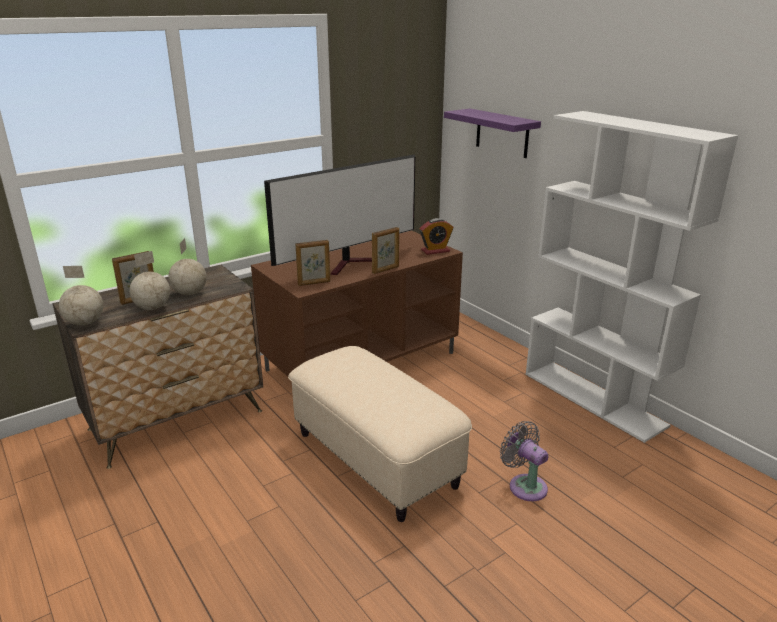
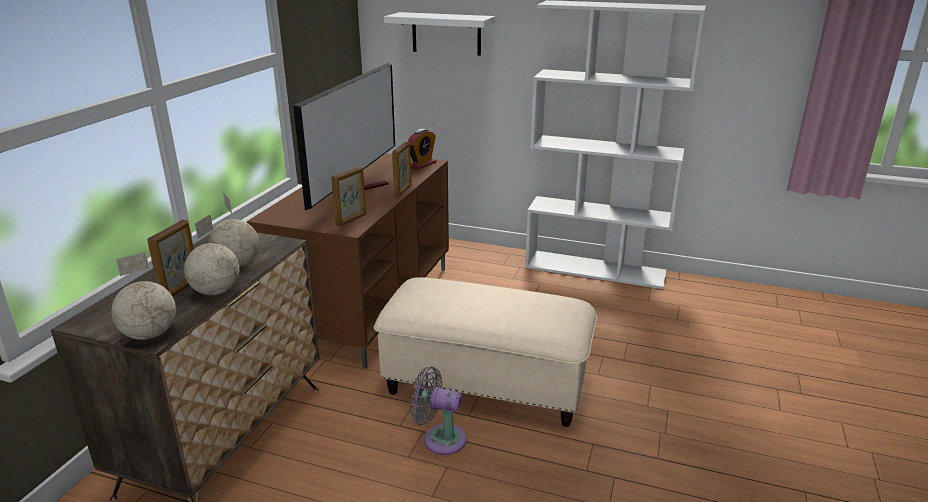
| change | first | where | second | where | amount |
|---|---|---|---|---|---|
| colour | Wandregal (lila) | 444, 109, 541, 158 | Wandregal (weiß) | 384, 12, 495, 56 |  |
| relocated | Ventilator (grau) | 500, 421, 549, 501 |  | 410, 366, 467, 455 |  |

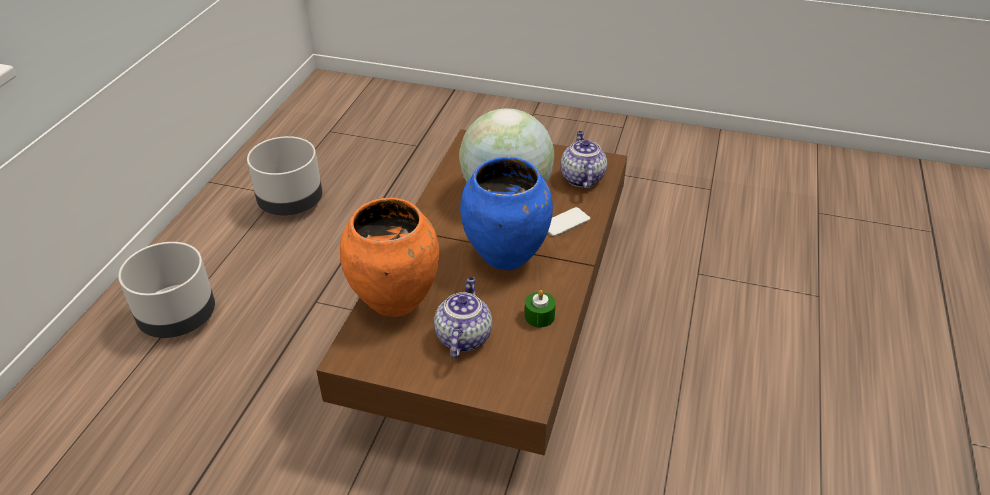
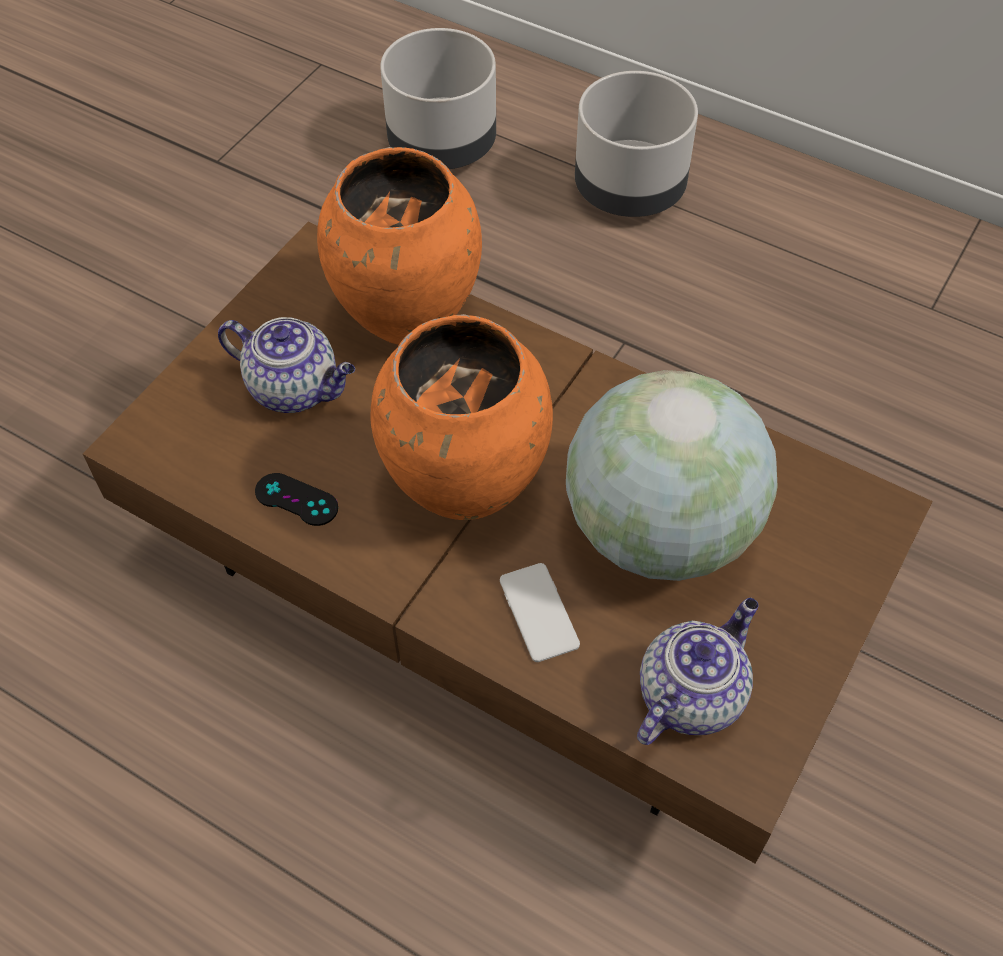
| change | first | where | second | where | amount |
|---|---|---|---|---|---|
| spun | Teekanne | 561, 131, 607, 189 |  | 637, 598, 758, 745 | 60 degrees counterclockwise |
| relocated | Pflanzkübel (grau) | 247, 136, 322, 216 |  | 380, 28, 496, 169 |  |
| colour | Vase (blau) | 460, 157, 553, 270 | Vase (orange) | 371, 314, 553, 520 |  |
| exchanged | Kerze (grün) | 525, 290, 556, 328 | Gamepad (schwarz) | 255, 473, 338, 526 |  |

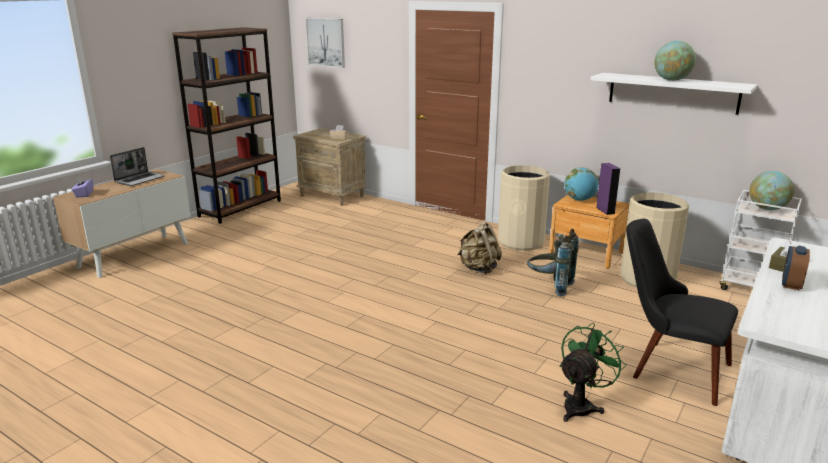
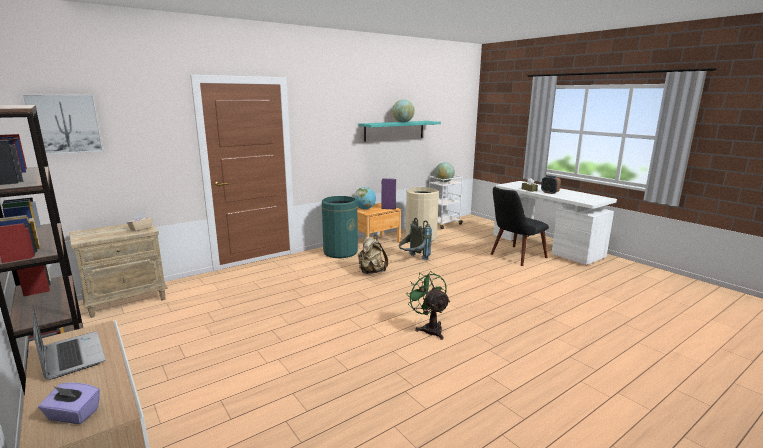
| change | first | where | second | where | amount |
|---|---|---|---|---|---|
| colour | Wandregal (weiß) | 591, 73, 757, 115 | Wandregal (türkis) | 358, 121, 441, 142 |  |
| colour | Mülleimer (beige) | 498, 165, 550, 251 | Mülleimer (grün) | 322, 196, 358, 258 |  |
| relocated | Ventilator (grün) | 560, 323, 626, 422 |  | 406, 271, 450, 340 |  |

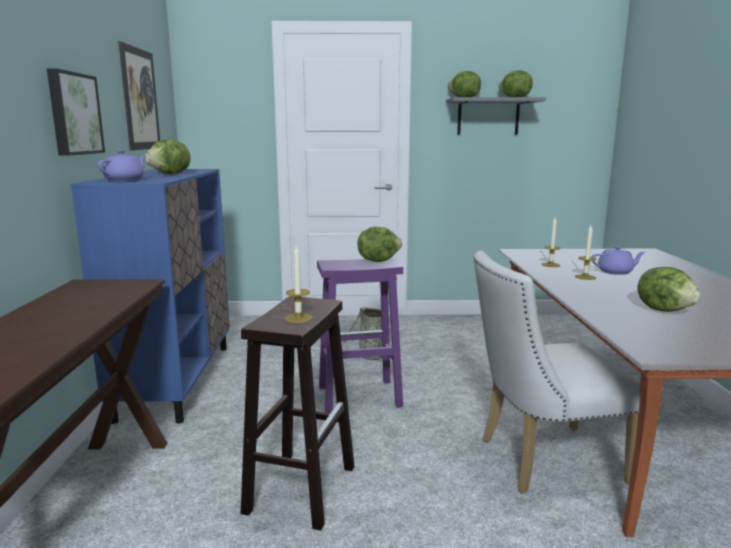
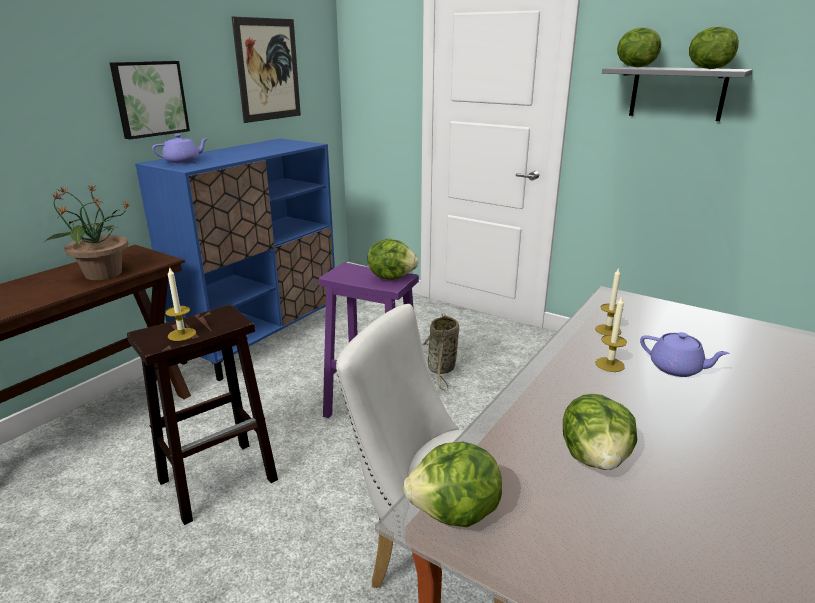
| change | first | where | second | where | amount |
|---|---|---|---|---|---|
| relocated | Salatkopf | 144, 139, 191, 174 |  | 403, 442, 502, 527 |  |
| appeared |  |  | Topfpflanze | 45, 184, 130, 280 |  |

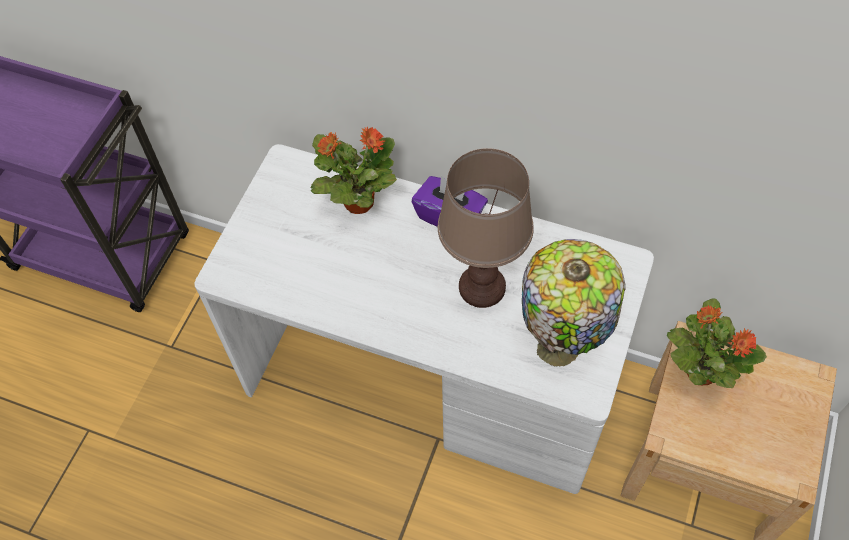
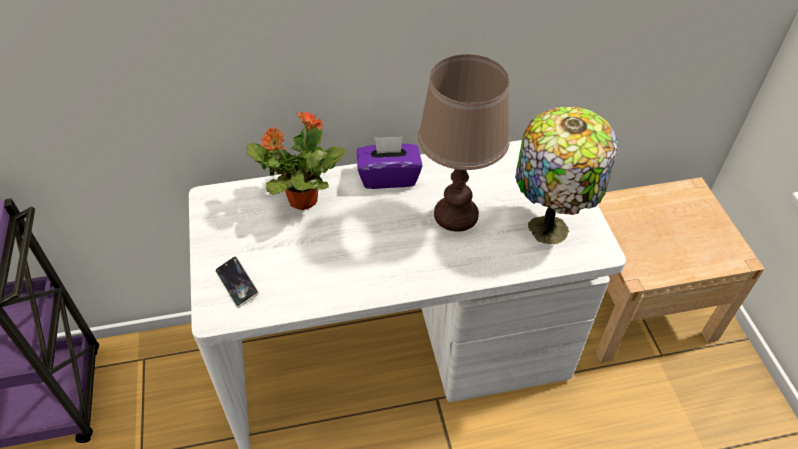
| change | first | where | second | where | amount |
|---|---|---|---|---|---|
| missing | Topfpflanze | 667, 299, 767, 388 |  |  |  |
| appeared |  |  | Handy | 215, 256, 259, 307 |  |

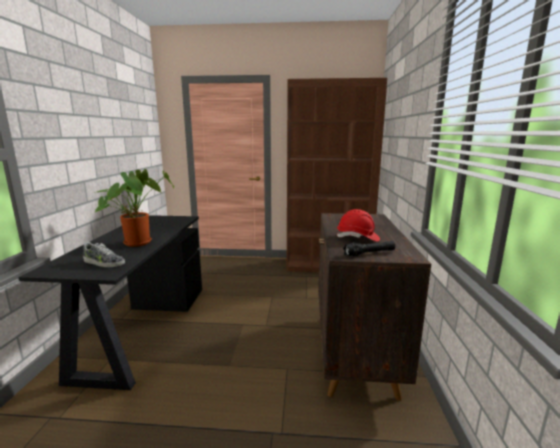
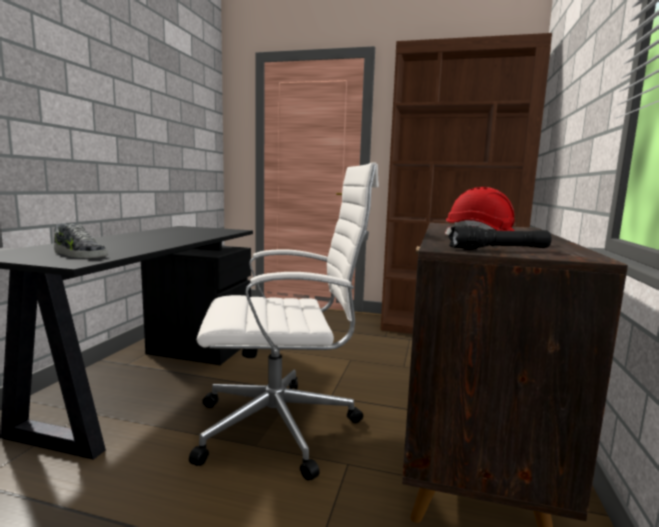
| change | first | where | second | where | amount |
|---|---|---|---|---|---|
| missing | Topfpflanze | 94, 169, 174, 247 |  |  |  |
| appeared |  |  | Bürostuhl (weiß) | 189, 162, 379, 481 |  |

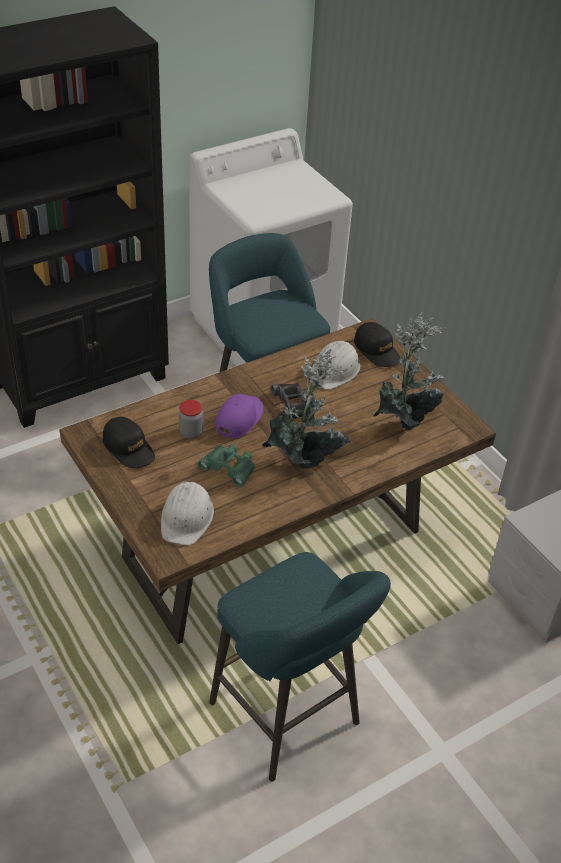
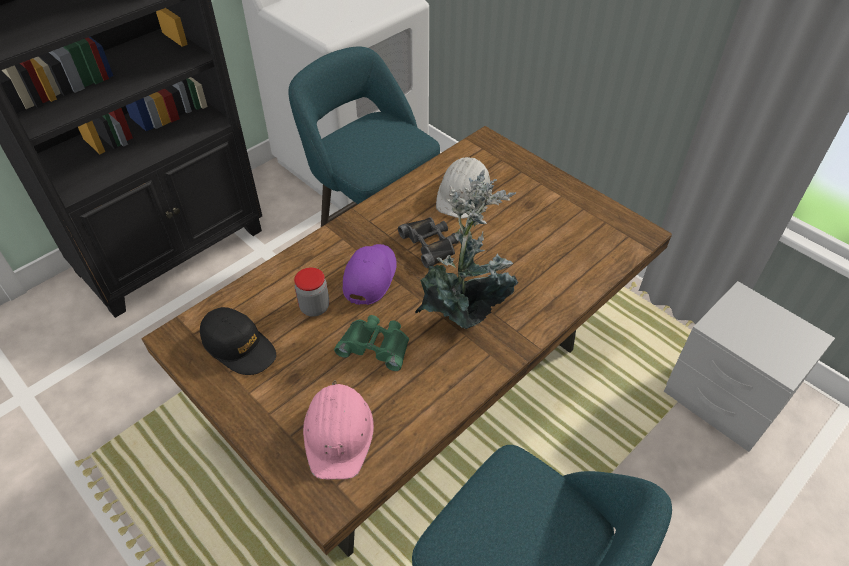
| change | first | where | second | where | amount |
|---|---|---|---|---|---|
| missing | Topfpflanze | 373, 312, 446, 431 |  |  |  |
| missing | Kappe (schwarz) | 354, 322, 401, 367 |  |  |  |
| colour | Schutzhelm (weiß) | 161, 482, 214, 545 | Schutzhelm (rosa) | 303, 380, 374, 480 |  |

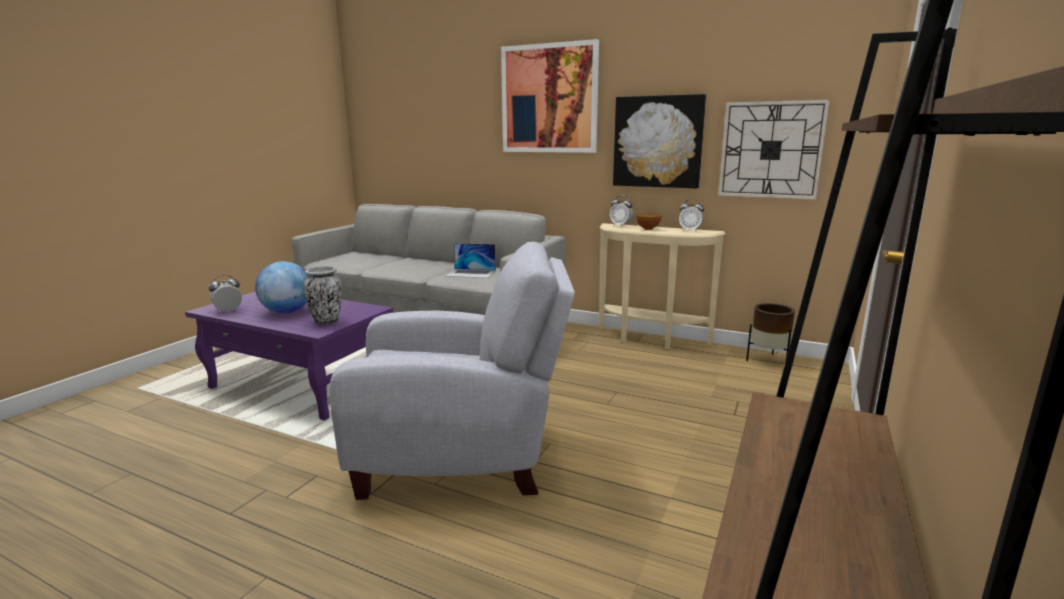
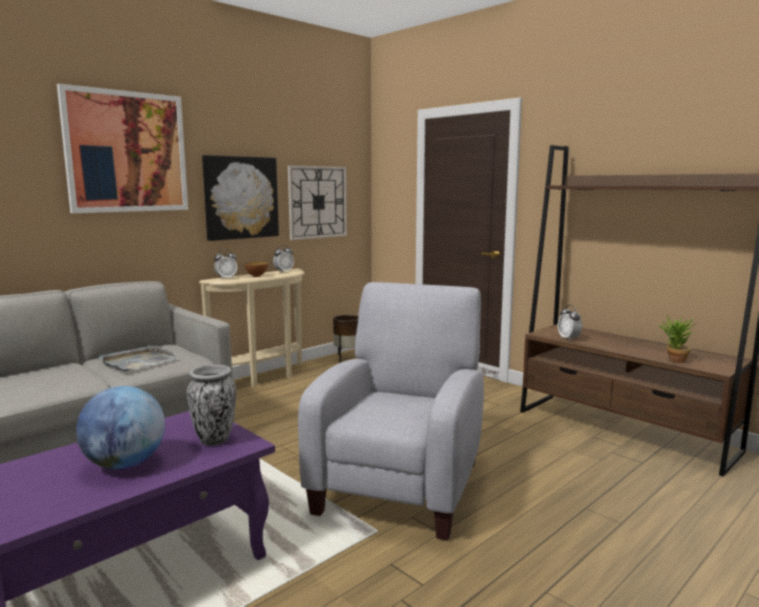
| change | first | where | second | where | amount |
|---|---|---|---|---|---|
| exchanged | Laptop | 446, 243, 496, 278 | Tablett (grau) | 98, 346, 179, 372 |  |
| relocated | Wecker | 208, 275, 242, 312 |  | 558, 305, 582, 341 |  |
| appeared |  |  | Topfpflanze | 658, 315, 697, 363 |  |

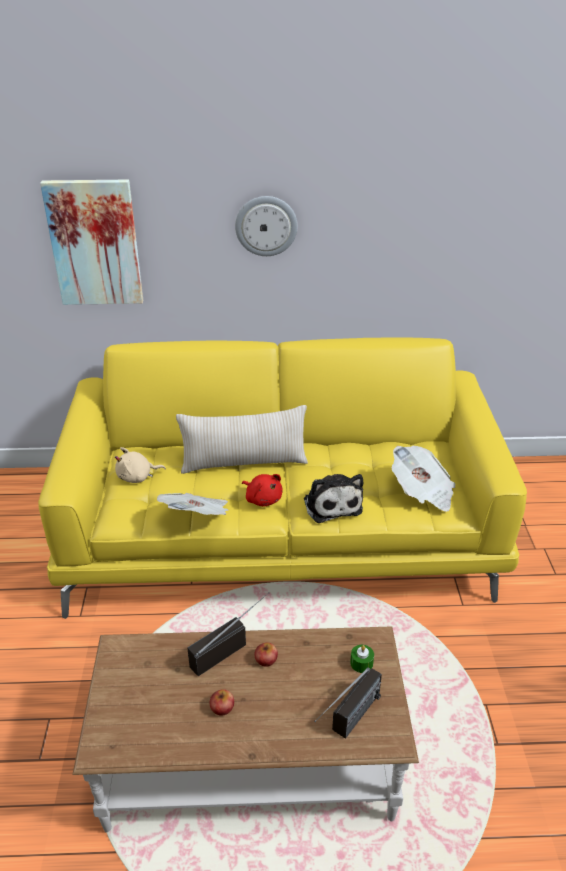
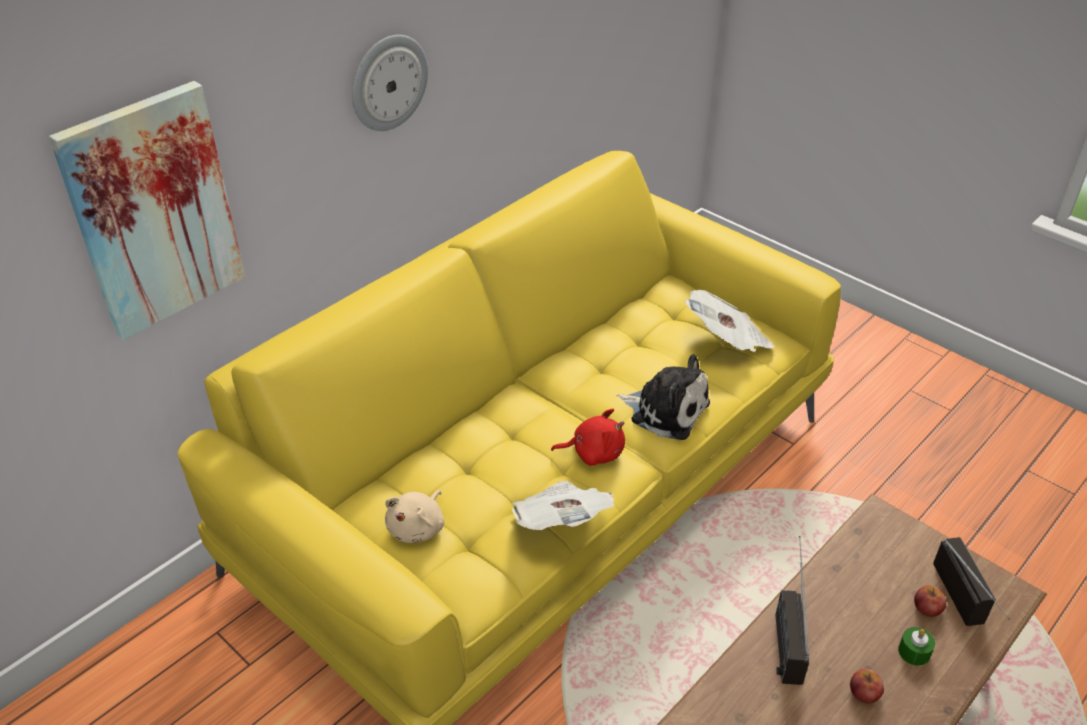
| change | first | where | second | where | amount |
|---|---|---|---|---|---|
| missing | Kissen (beige) | 176, 405, 308, 474 |  |  |  |
| relocated | Apfel | 254, 643, 278, 667 |  | 914, 585, 946, 617 |  |
| relocated | Kerze (grün) | 350, 645, 374, 673 |  | 898, 627, 935, 666 |  |

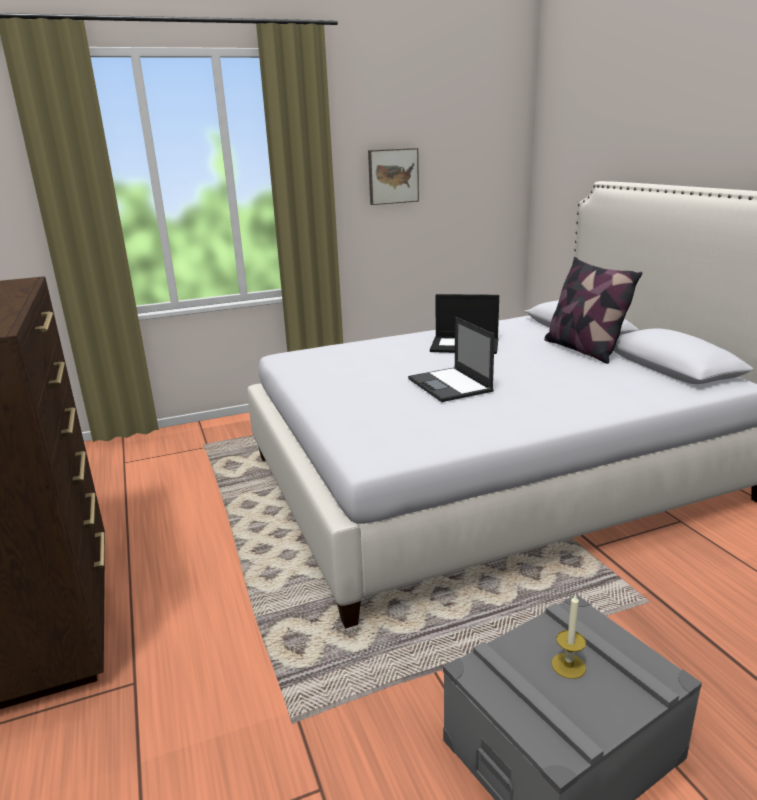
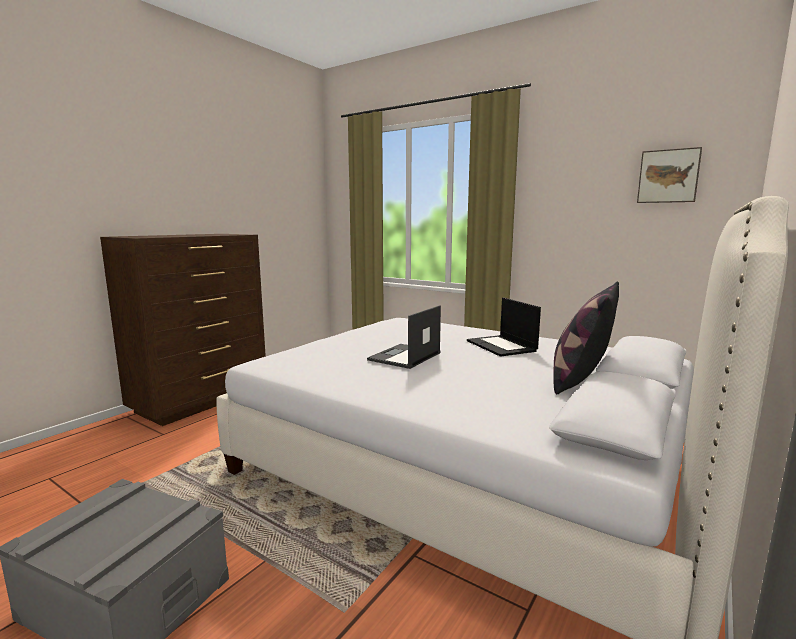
| change | first | where | second | where | amount |
|---|---|---|---|---|---|
| relocated | Bild | 368, 148, 419, 205 |  | 637, 147, 702, 203 |  |
| missing | Kerze | 552, 593, 586, 679 |  |  |  |

